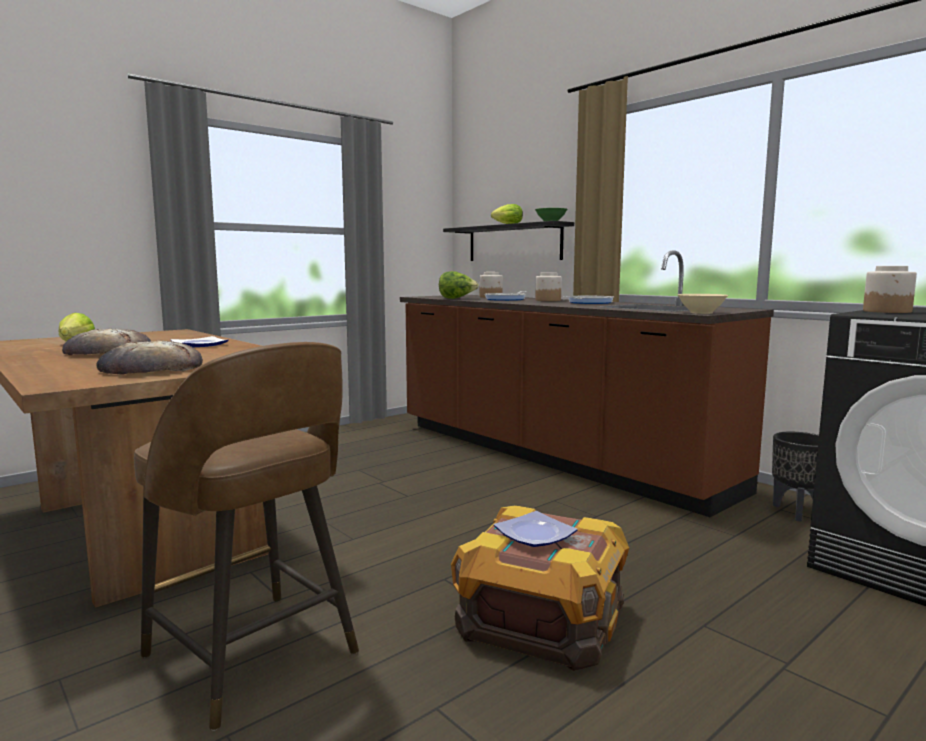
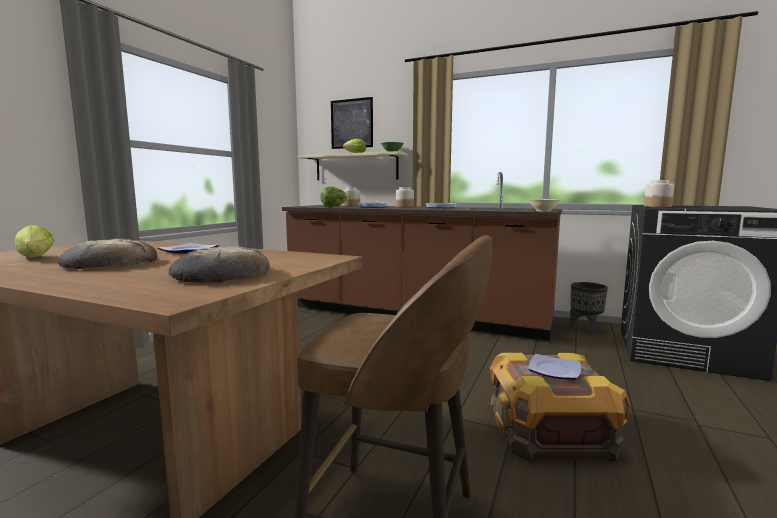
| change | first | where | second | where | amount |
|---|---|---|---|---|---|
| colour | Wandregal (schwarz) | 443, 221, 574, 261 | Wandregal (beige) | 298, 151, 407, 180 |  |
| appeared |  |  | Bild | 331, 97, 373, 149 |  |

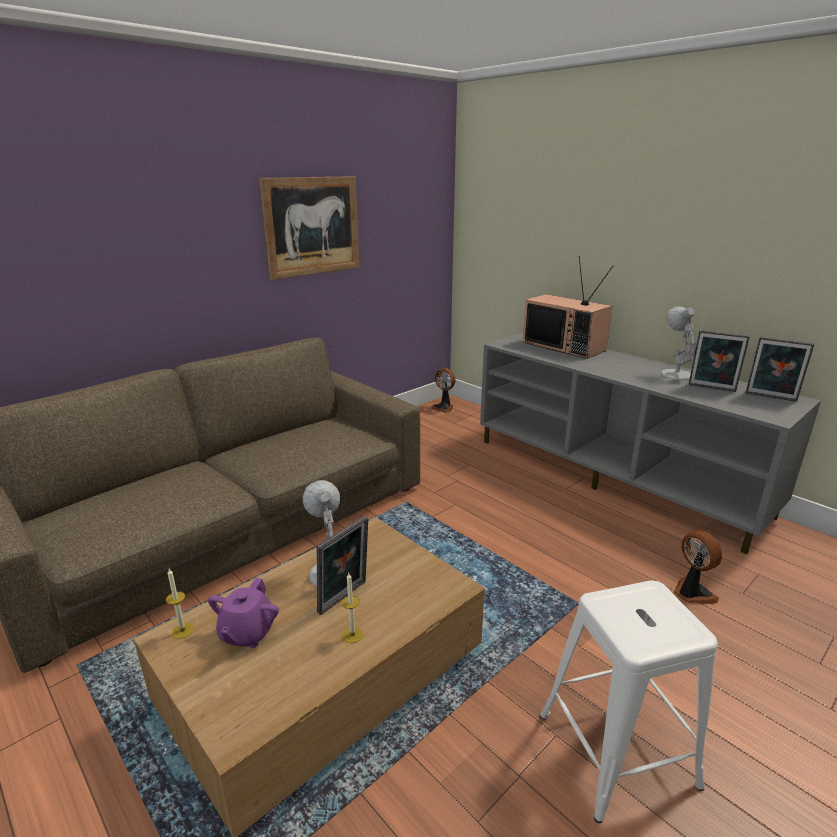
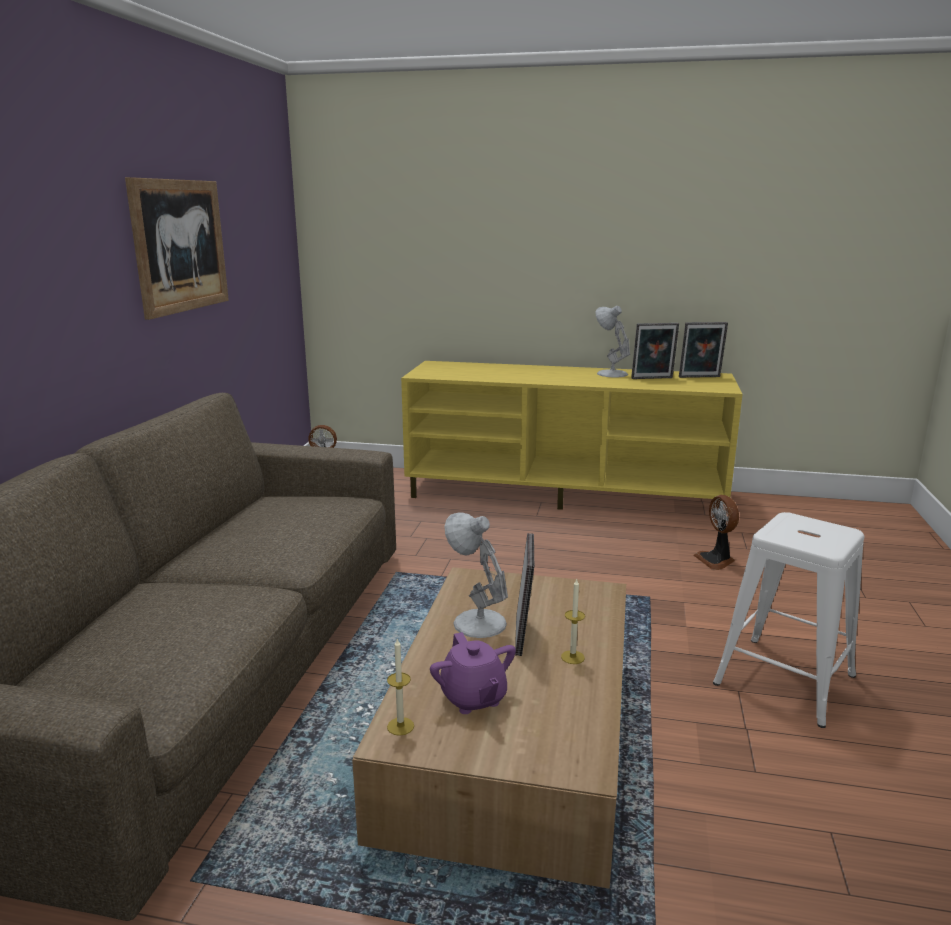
| change | first | where | second | where | amount |
|---|---|---|---|---|---|
| missing | Fernseher | 523, 256, 613, 359 |  |  |  |
| colour | Fernsehschrank (grau) | 480, 333, 821, 554 | Fernsehschrank (gelb) | 401, 361, 742, 510 |  |
| spun | Ventilator | 674, 530, 722, 604 |  | 694, 495, 739, 570 | 135 degrees counterclockwise |

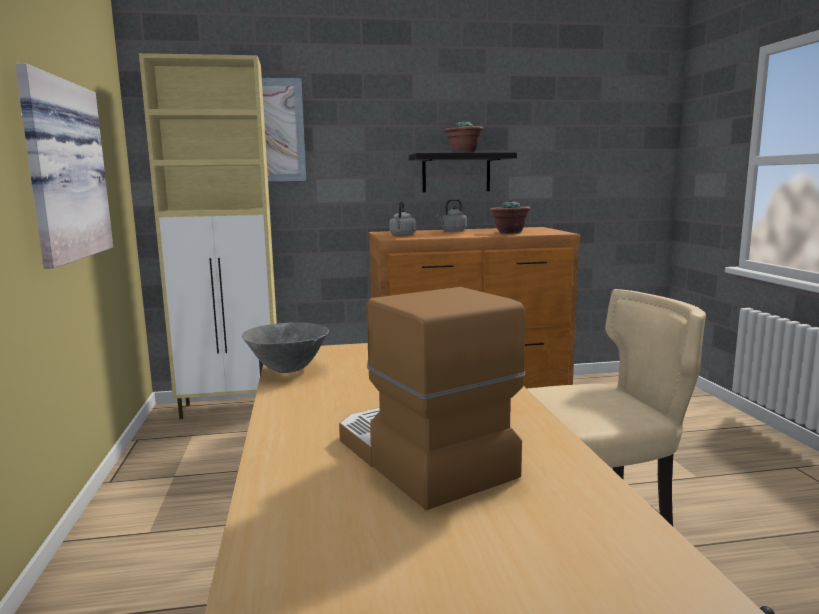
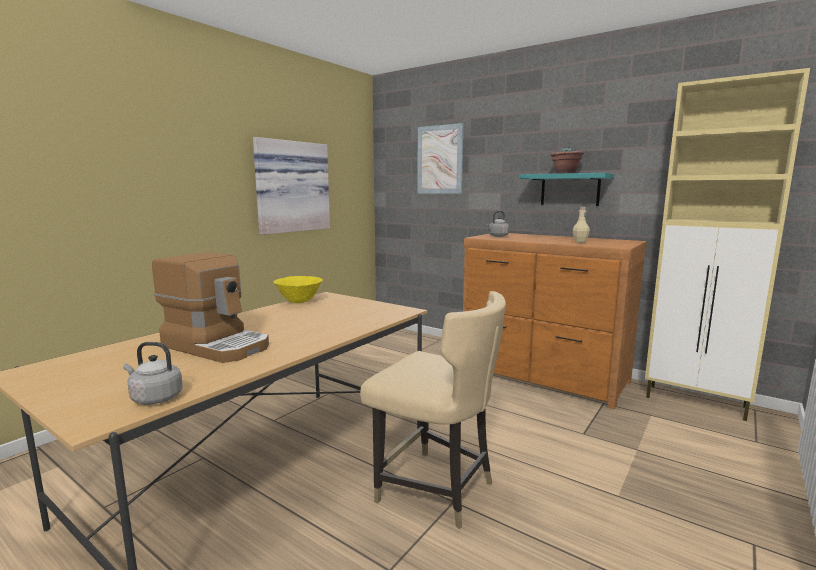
| change | first | where | second | where | amount |
|---|---|---|---|---|---|
| relocated | Schrank (beige) | 139, 53, 277, 419 |  | 645, 68, 810, 421 |  |
| colour | Wandregal (schwarz) | 409, 152, 517, 193 | Wandregal (türkis) | 519, 173, 614, 206 |  |
| relocated | Wasserkessel (grau) | 436, 199, 467, 231 |  | 123, 342, 183, 405 |  |
| exchanged | Topfpflanze | 490, 200, 531, 234 | Flasche (beige) | 573, 206, 590, 243 |  |
| spun | Kaffeemaschine | 339, 287, 525, 510 |  | 152, 252, 269, 363 | 105 degrees clockwise |
| colour | Schüssel (grau) | 242, 322, 329, 373 | Schüssel (gelb) | 274, 276, 323, 303 |  |

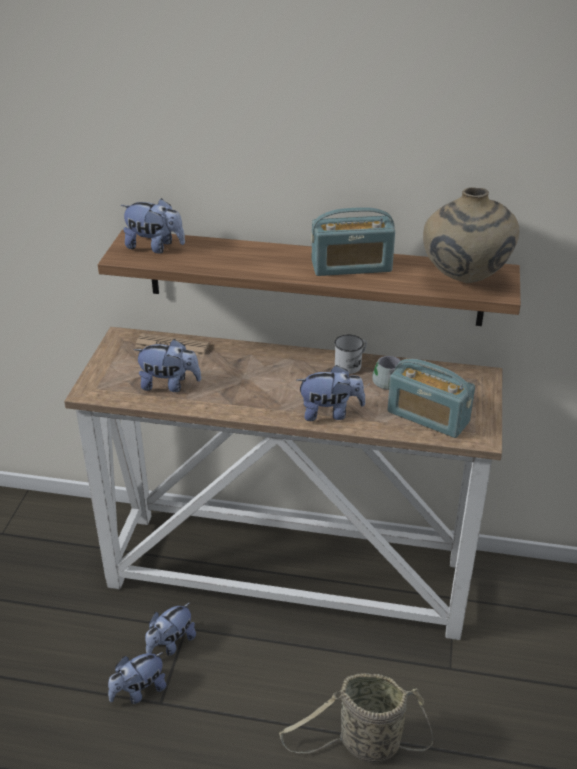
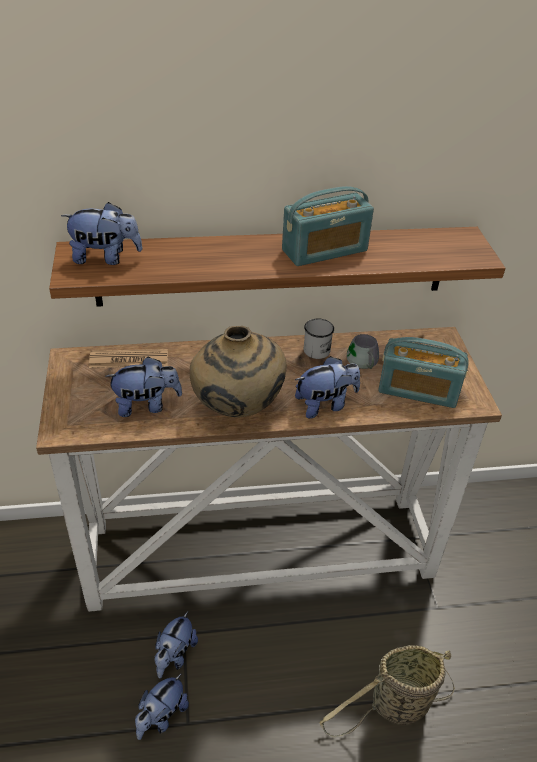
| change | first | where | second | where | amount |
|---|---|---|---|---|---|
| relocated | Vase (beige) | 423, 187, 519, 283 |  | 190, 326, 287, 418 |  |

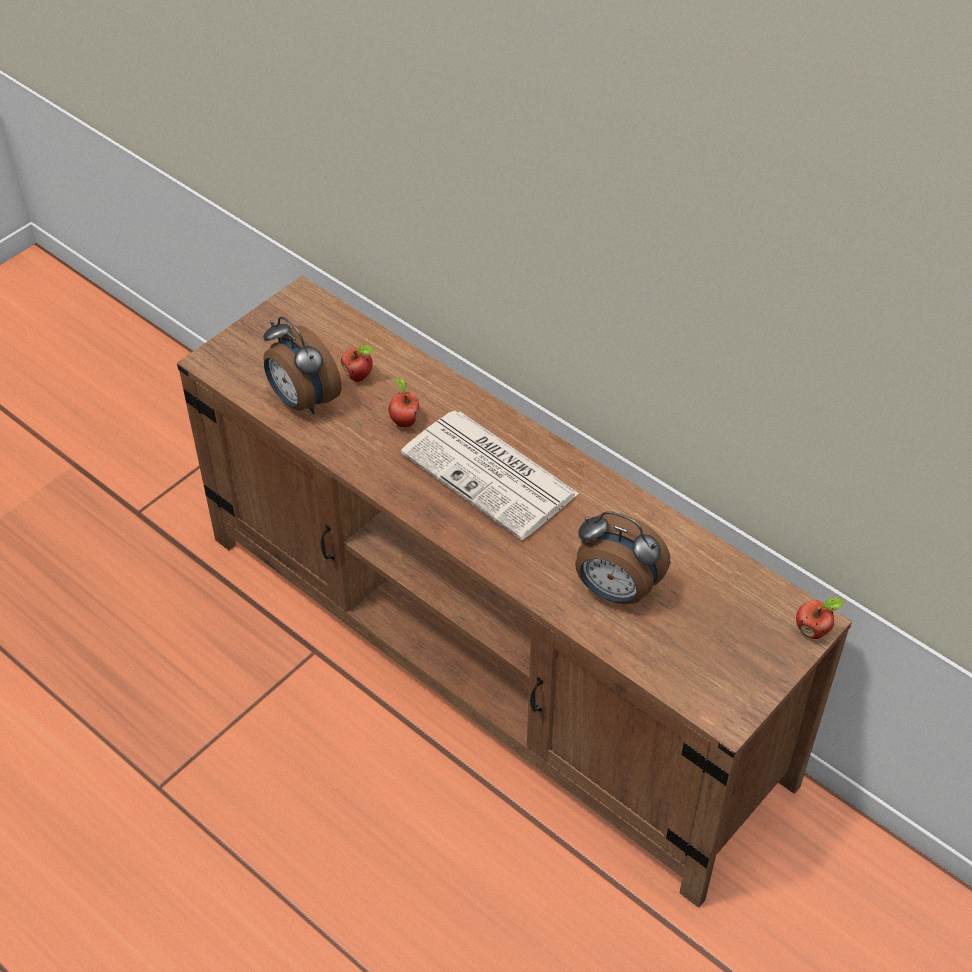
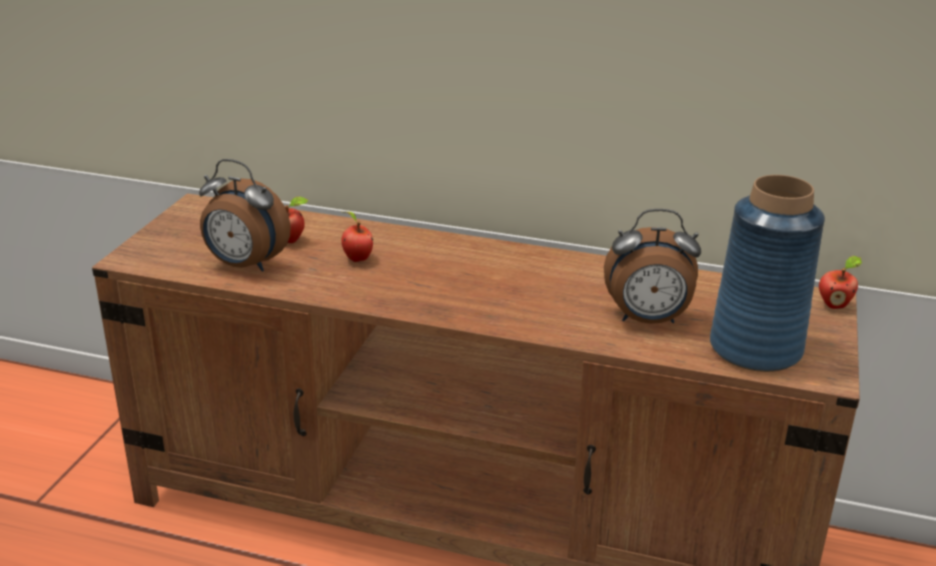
| change | first | where | second | where | amount |
|---|---|---|---|---|---|
| missing | Zeitung | 401, 411, 579, 540 |  |  |  |
| appeared |  |  | Vase (blau) | 710, 175, 825, 372 |  |

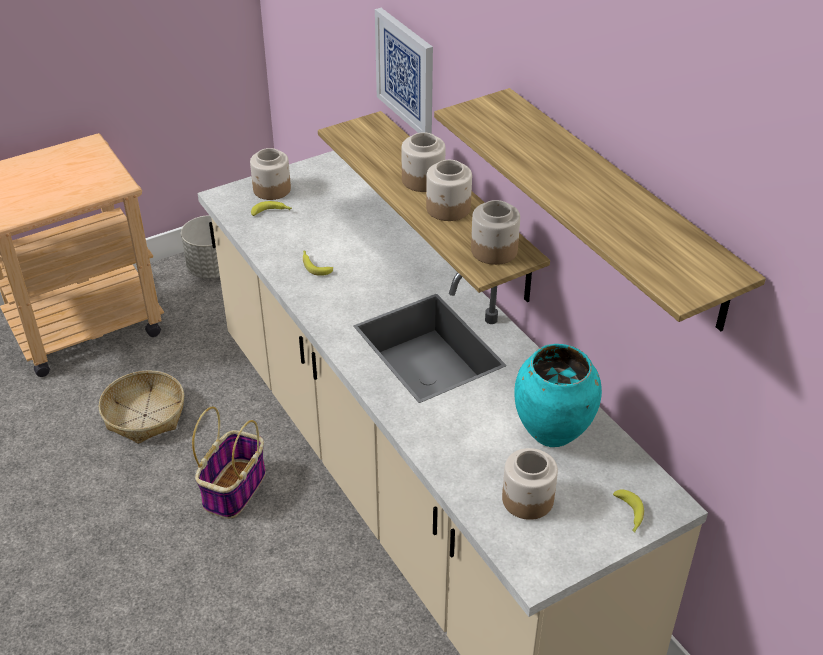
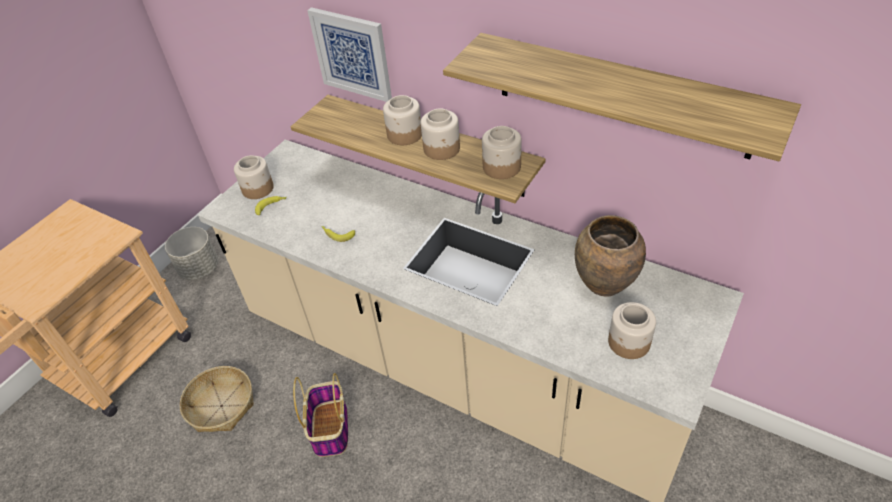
| change | first | where | second | where | amount |
|---|---|---|---|---|---|
| colour | Vase (türkis) | 514, 344, 602, 447 | Vase (braun) | 575, 215, 646, 297 |  |
| missing | Banane | 613, 490, 644, 533 |  |  |  |

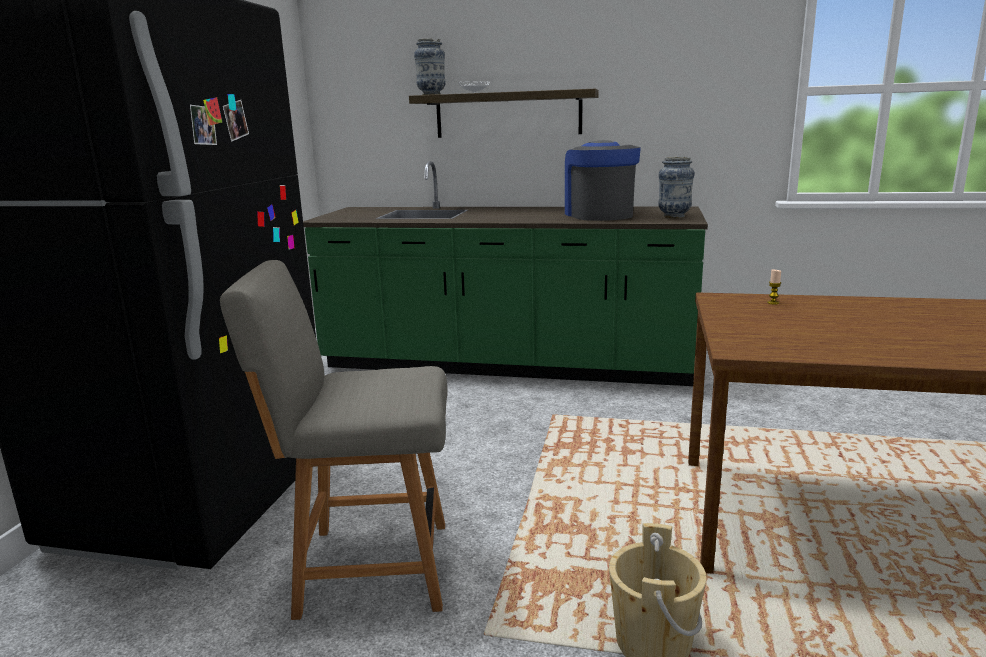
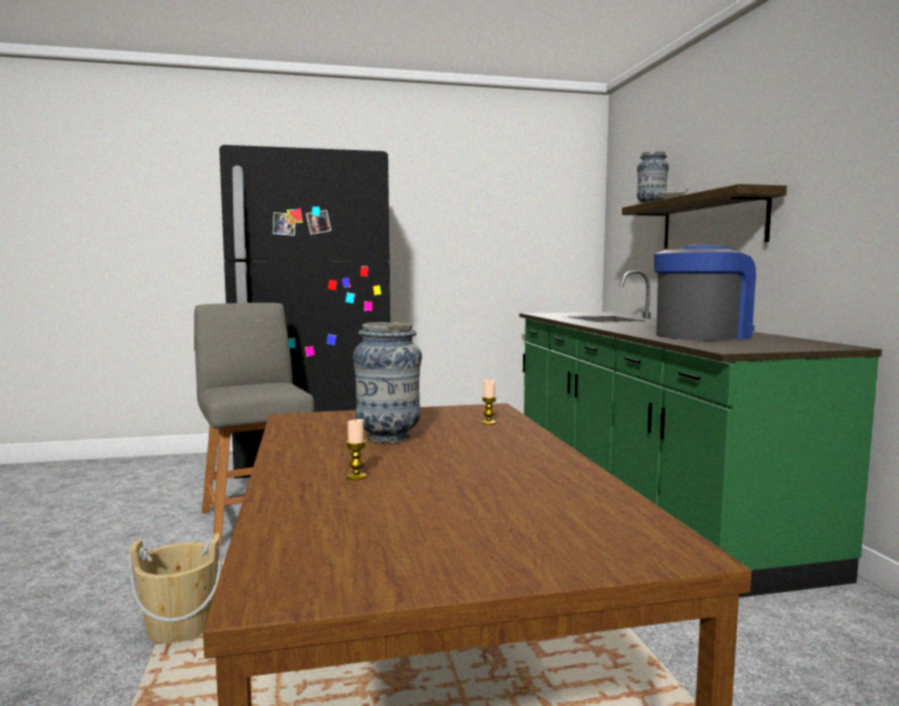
| change | first | where | second | where | amount |
|---|---|---|---|---|---|
| relocated | Vase | 658, 157, 695, 218 |  | 353, 322, 422, 444 |  |
| appeared |  |  | Kerze | 346, 419, 367, 480 |  |

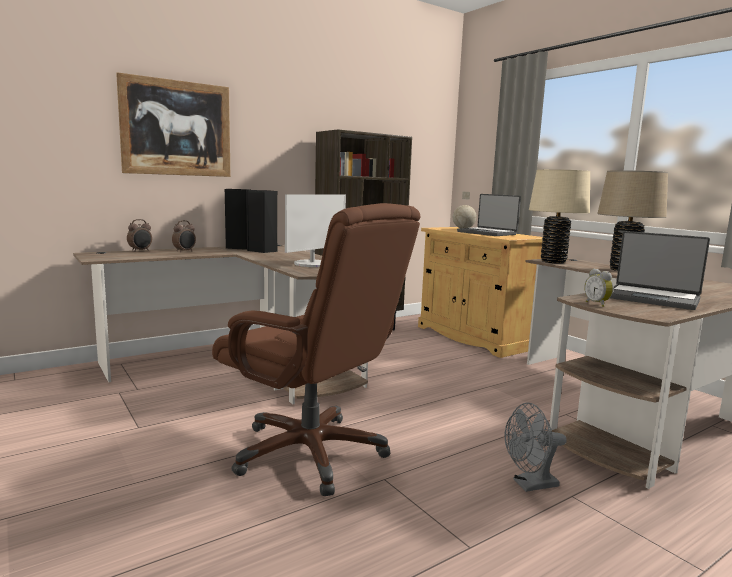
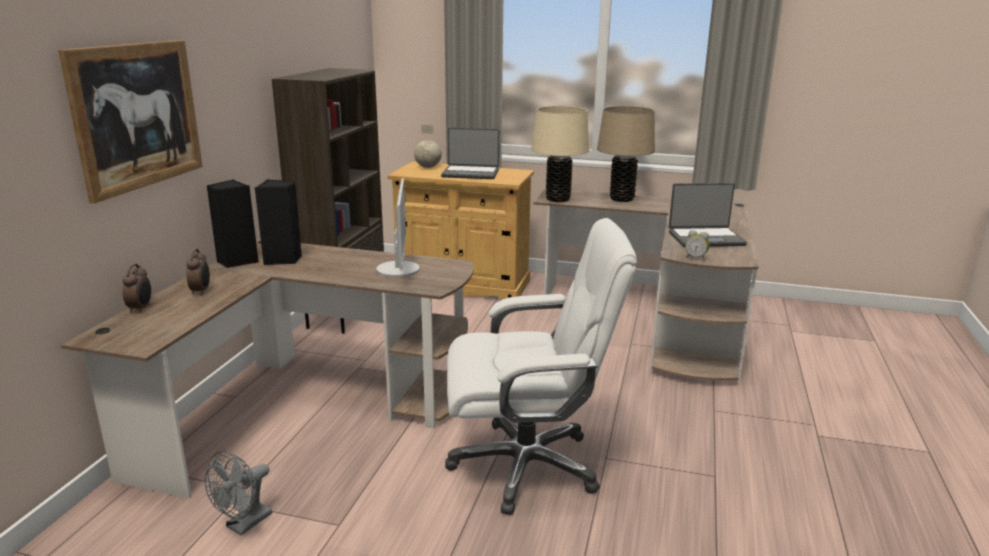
| change | first | where | second | where | amount |
|---|---|---|---|---|---|
| colour | Bürostuhl (braun) | 212, 203, 421, 496 | Bürostuhl (weiß) | 445, 218, 637, 515 |  |
| relocated | Ventilator (grau) | 505, 403, 567, 492 |  | 205, 451, 272, 535 |  |

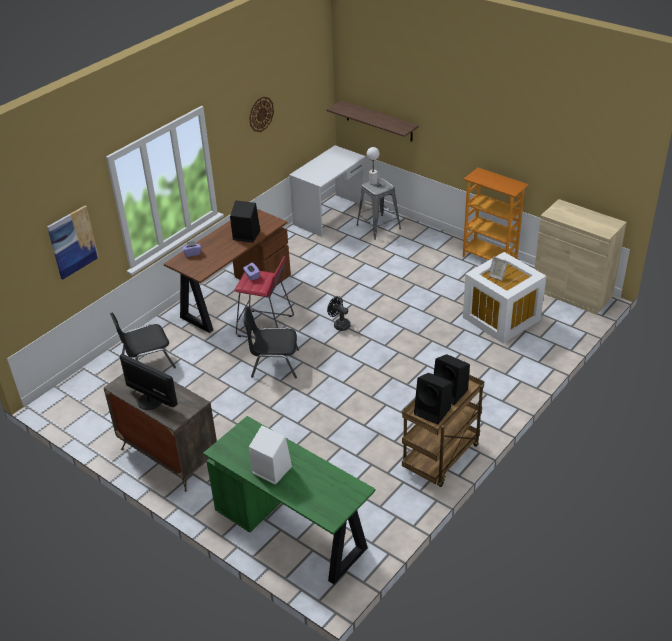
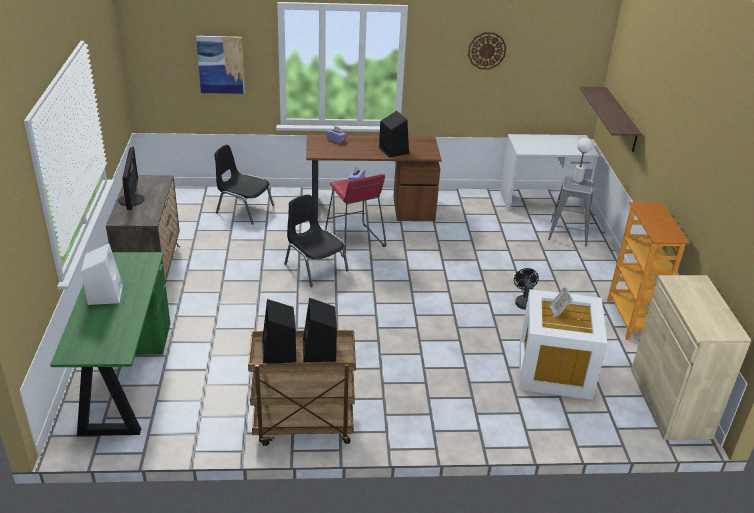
| change | first | where | second | where | amount |
|---|---|---|---|---|---|
| relocated | Ventilator (schwarz) | 327, 296, 351, 331 |  | 514, 268, 539, 309 |  |

